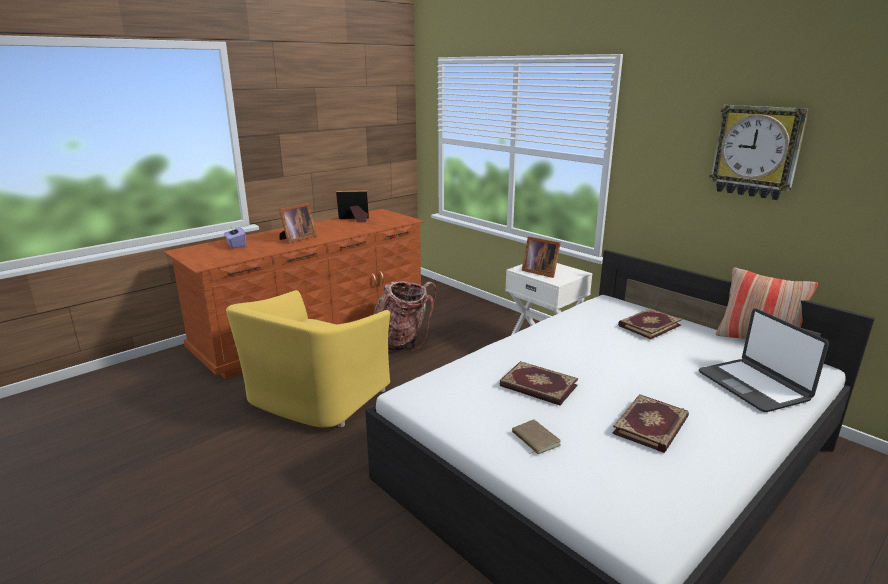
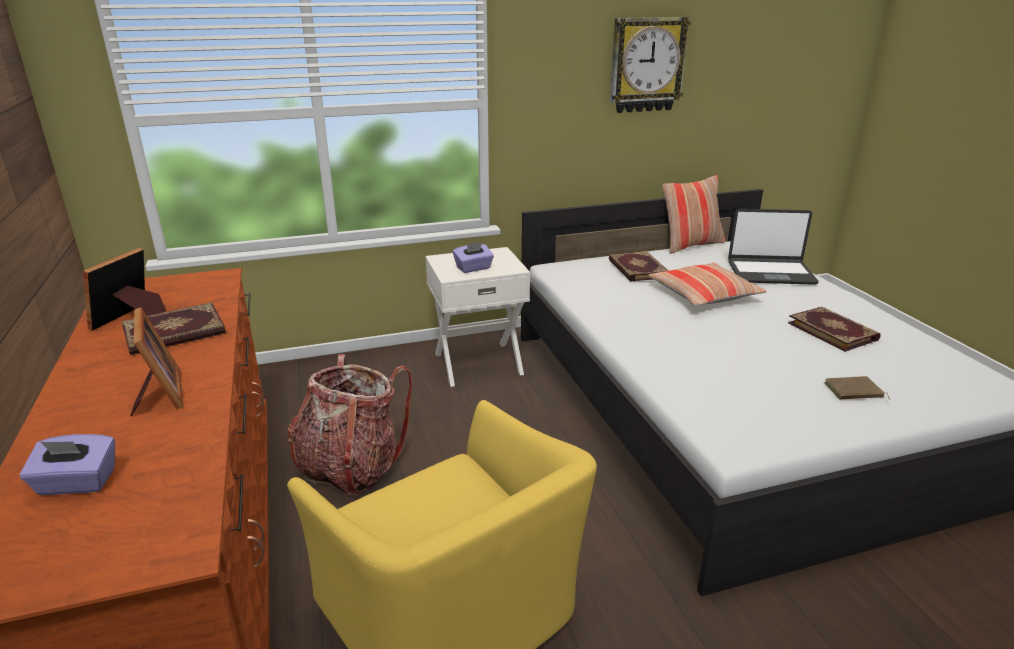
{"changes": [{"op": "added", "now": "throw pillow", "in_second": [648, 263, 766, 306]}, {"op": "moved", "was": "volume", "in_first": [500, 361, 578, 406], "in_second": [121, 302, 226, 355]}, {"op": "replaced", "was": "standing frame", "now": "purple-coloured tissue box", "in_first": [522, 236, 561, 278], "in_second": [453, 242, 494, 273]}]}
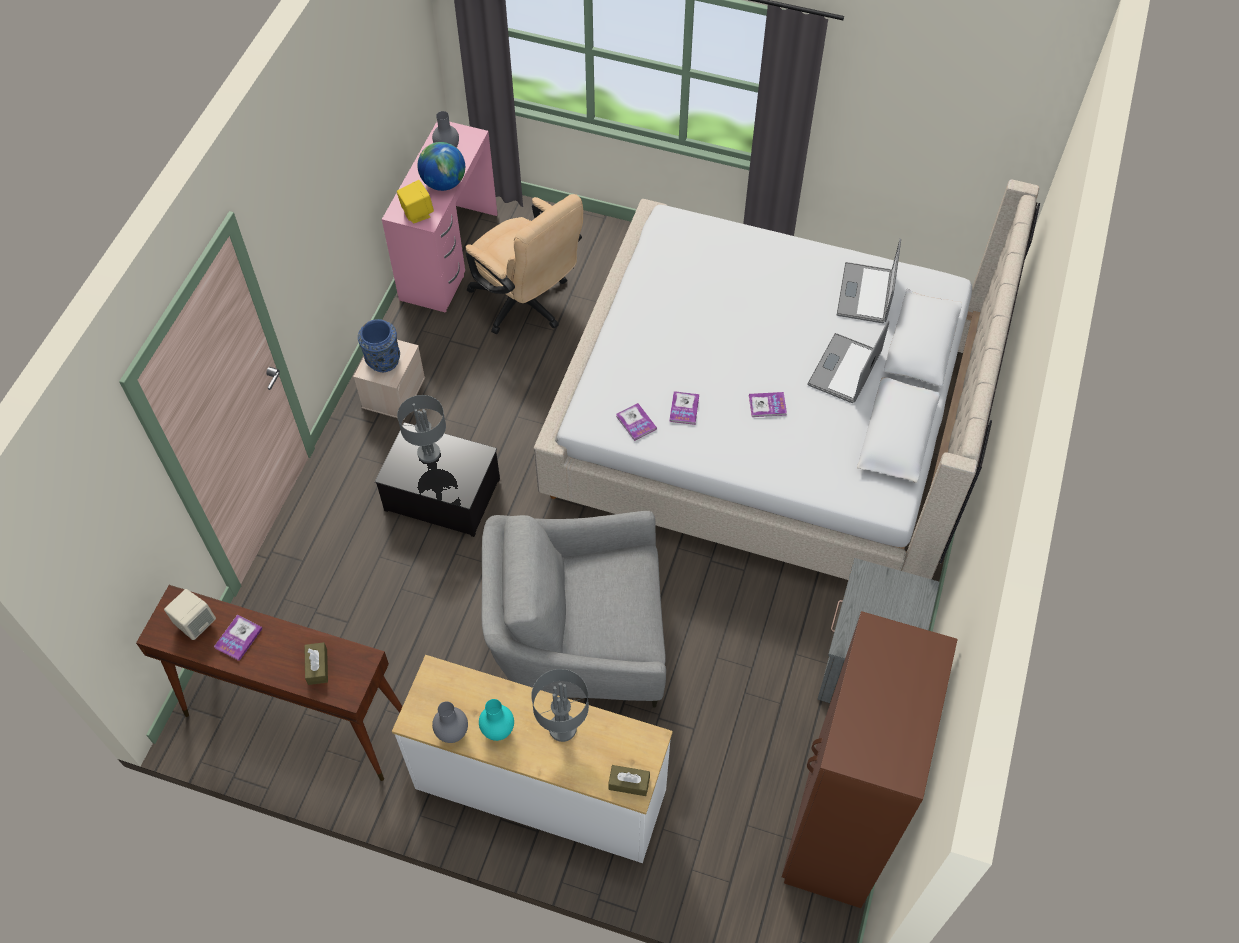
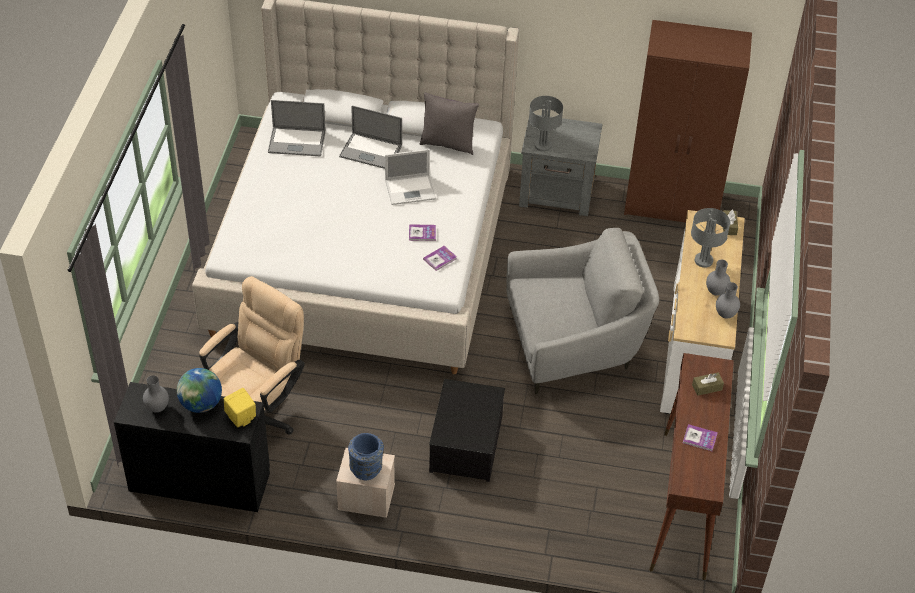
{"changes": [{"op": "removed", "was": "sand-coloured loudspeaker", "in_first": [164, 589, 216, 640]}, {"op": "added", "now": "grey throw pillow", "in_second": [420, 93, 479, 155]}, {"op": "moved", "was": "grey table lamp", "in_first": [397, 395, 446, 463], "in_second": [529, 96, 563, 152]}, {"op": "replaced", "was": "volume", "now": "notebook computer", "in_first": [749, 392, 787, 417], "in_second": [385, 149, 436, 205]}, {"op": "recoloured", "was": "pink-coloured desk table", "now": "blackish desk table", "in_first": [382, 122, 498, 313], "in_second": [114, 382, 270, 512]}, {"op": "recoloured", "was": "turquoise flower vase", "now": "grey flower vase", "in_first": [479, 699, 514, 741], "in_second": [706, 260, 730, 296]}, {"op": "turned", "was": "grey lounge chair", "in_first": [482, 511, 666, 707], "in_second": [506, 228, 659, 394], "clockwise": -90}]}
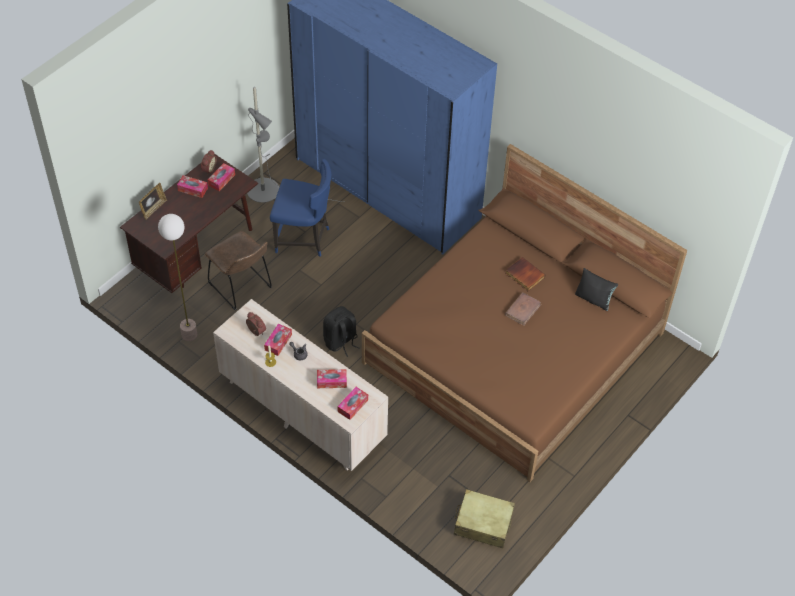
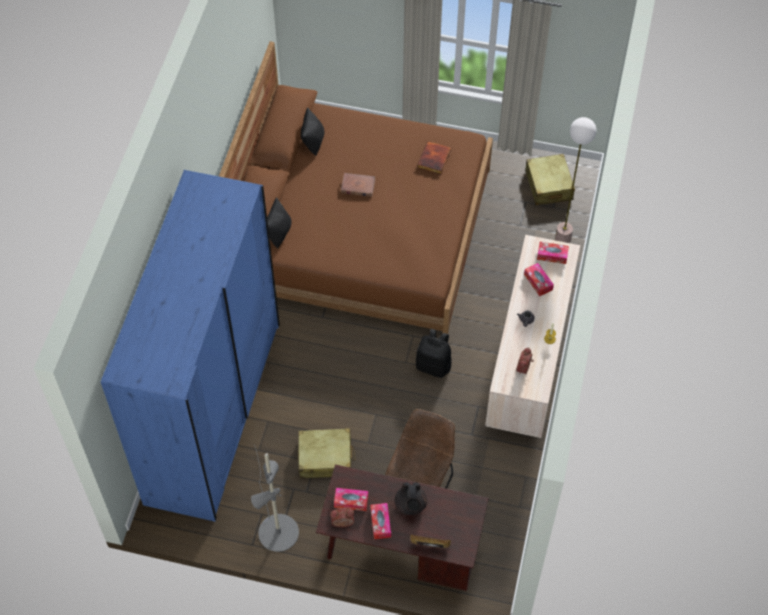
{"changes": [{"op": "removed", "was": "tissue box", "in_first": [264, 324, 292, 356]}, {"op": "added", "now": "blackish throw pillow", "in_second": [267, 197, 292, 249]}, {"op": "added", "now": "blackish pot for tea", "in_second": [395, 482, 427, 515]}, {"op": "moved", "was": "standing lamp", "in_first": [158, 214, 197, 341], "in_second": [555, 117, 596, 243]}, {"op": "moved", "was": "volume", "in_first": [505, 257, 545, 291], "in_second": [417, 141, 451, 174]}, {"op": "replaced", "was": "blue upright chair", "now": "sand-coloured travel case", "in_first": [270, 159, 331, 257], "in_second": [298, 428, 356, 479]}]}
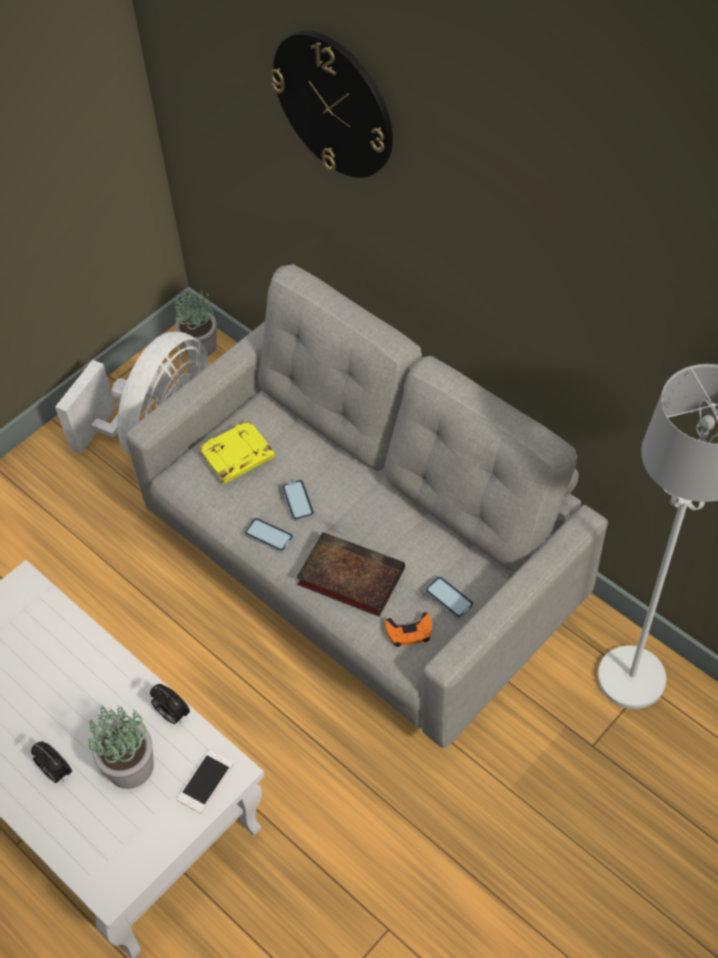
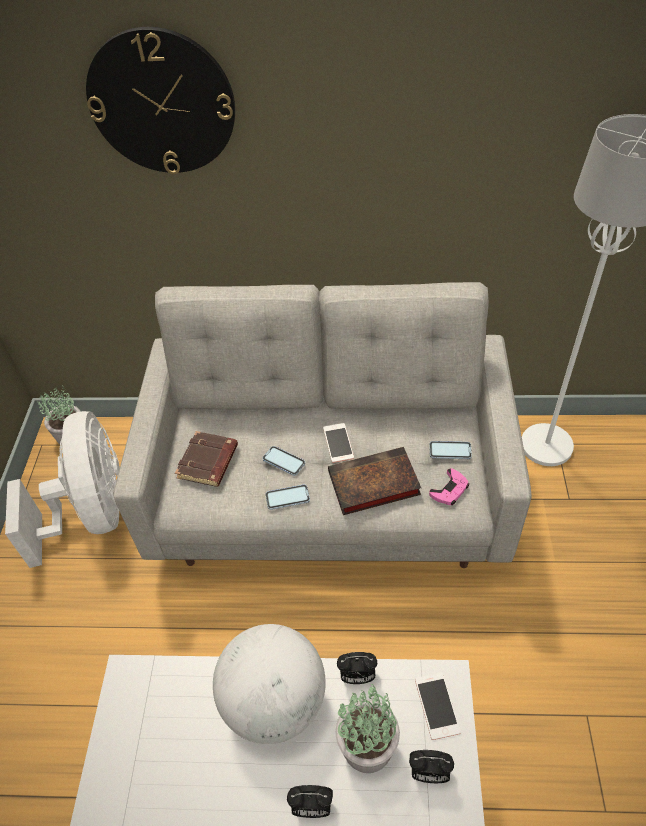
{"changes": [{"op": "added", "now": "desk globe", "in_second": [213, 624, 326, 744]}, {"op": "added", "now": "handset", "in_second": [323, 423, 354, 463]}, {"op": "added", "now": "alarm clock", "in_second": [409, 750, 454, 783]}, {"op": "recoloured", "was": "yellowish volume", "now": "brownish volume", "in_first": [198, 420, 275, 484], "in_second": [175, 431, 238, 487]}, {"op": "recoloured", "was": "orange game controller", "now": "pink-coloured game controller", "in_first": [385, 612, 432, 647], "in_second": [429, 468, 469, 505]}]}
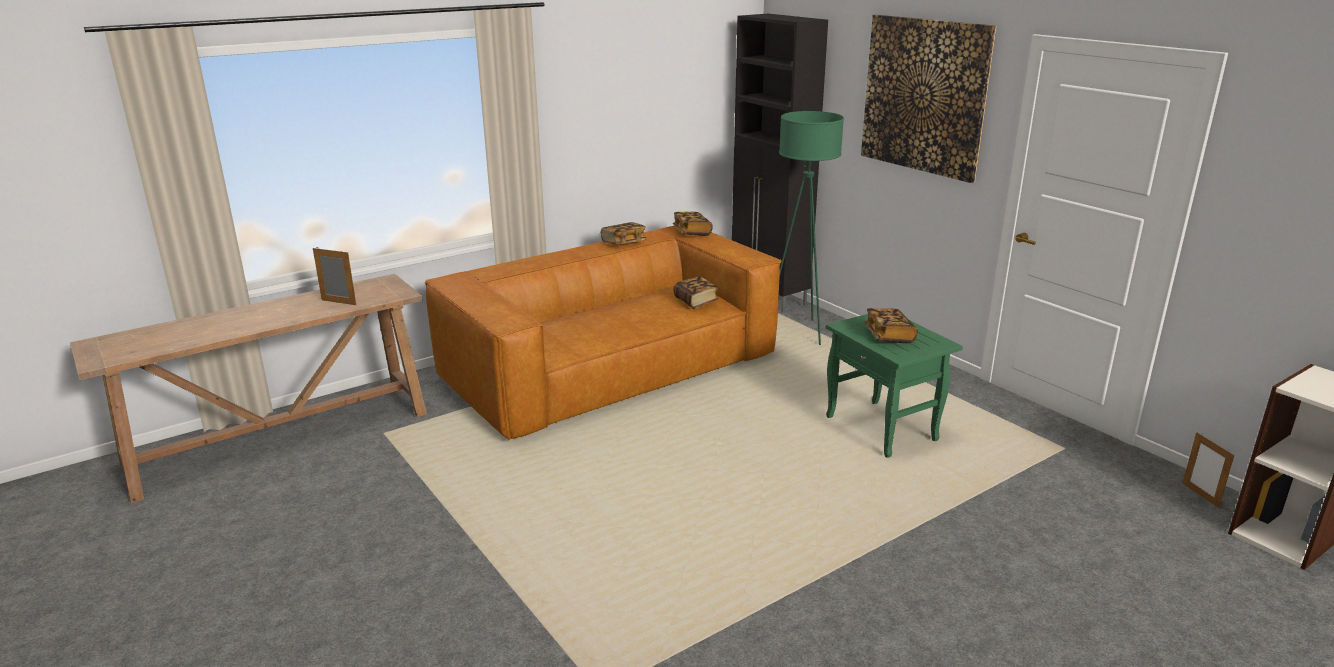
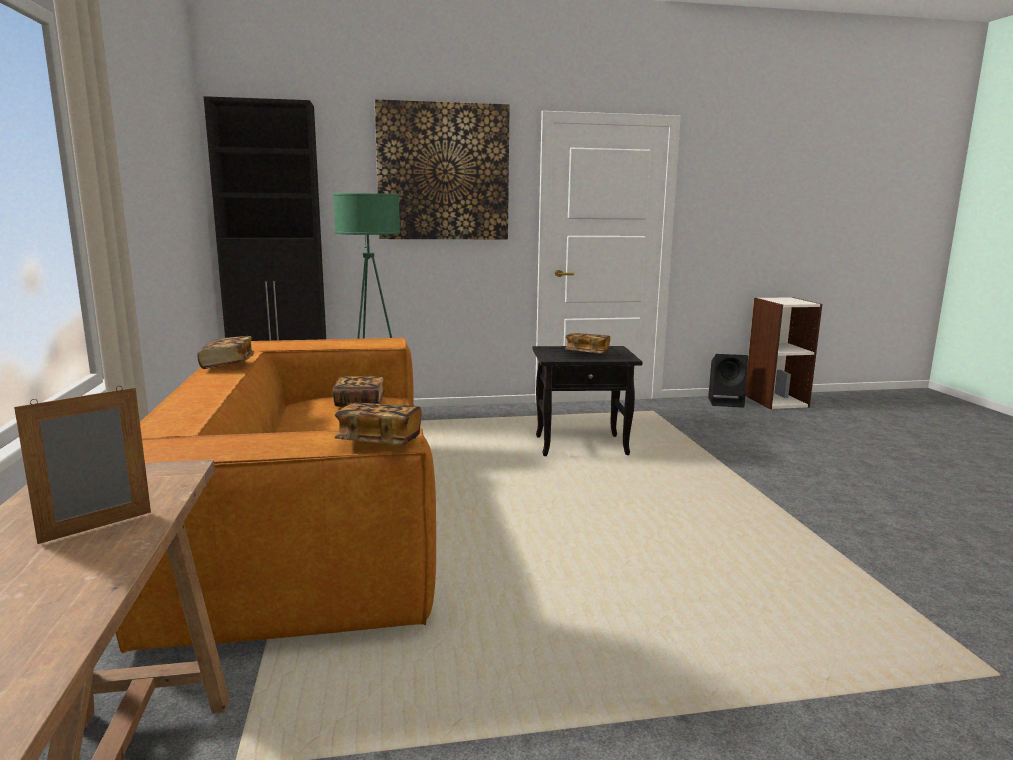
{"changes": [{"op": "moved", "was": "volume", "in_first": [673, 212, 713, 236], "in_second": [334, 403, 422, 445]}, {"op": "replaced", "was": "standing frame", "now": "blackish loudspeaker", "in_first": [1183, 432, 1235, 508], "in_second": [708, 354, 748, 407]}, {"op": "recoloured", "was": "green accent table", "now": "blackish accent table", "in_first": [826, 314, 963, 458], "in_second": [533, 346, 642, 456]}]}
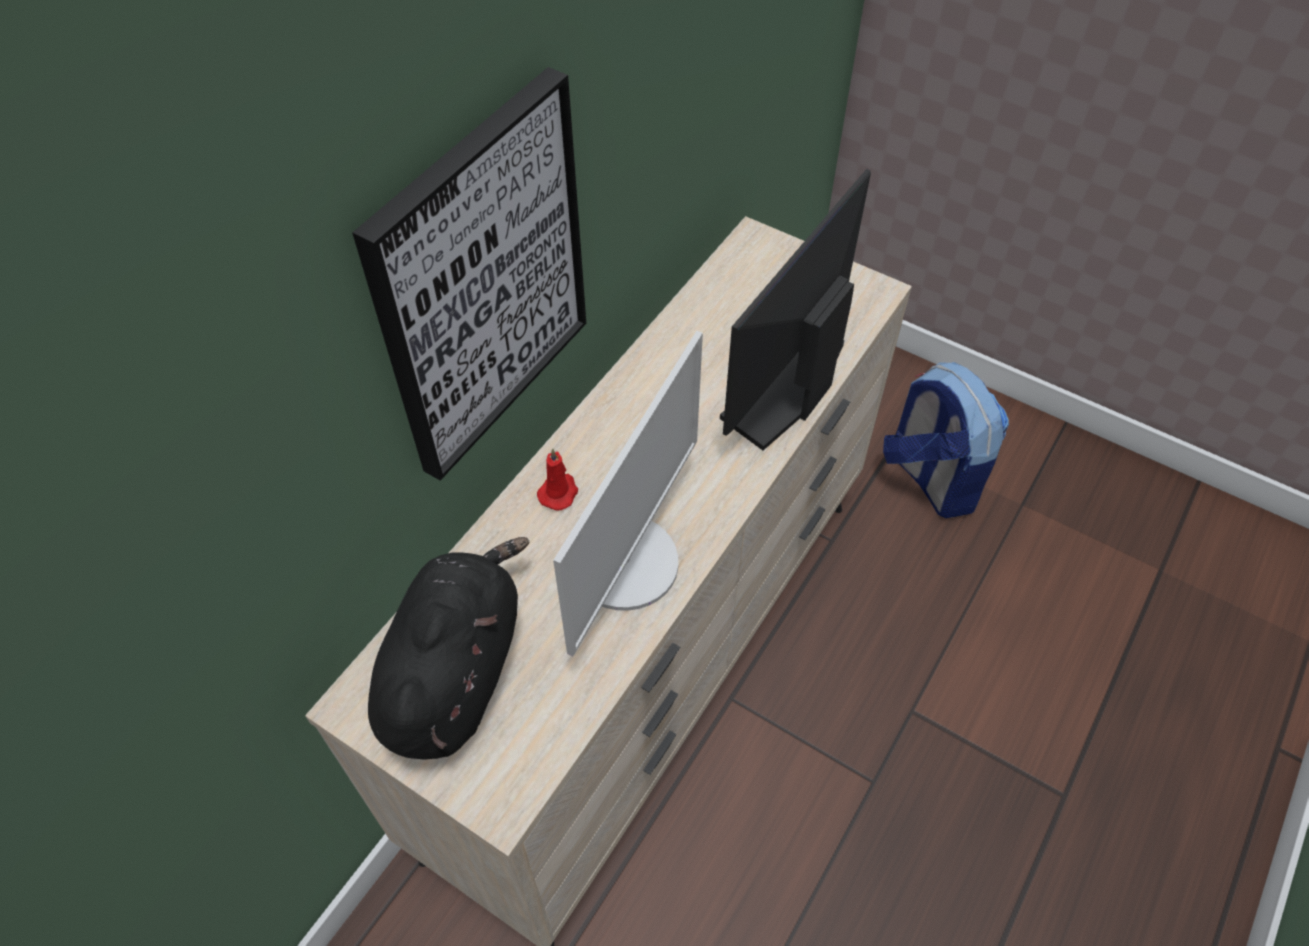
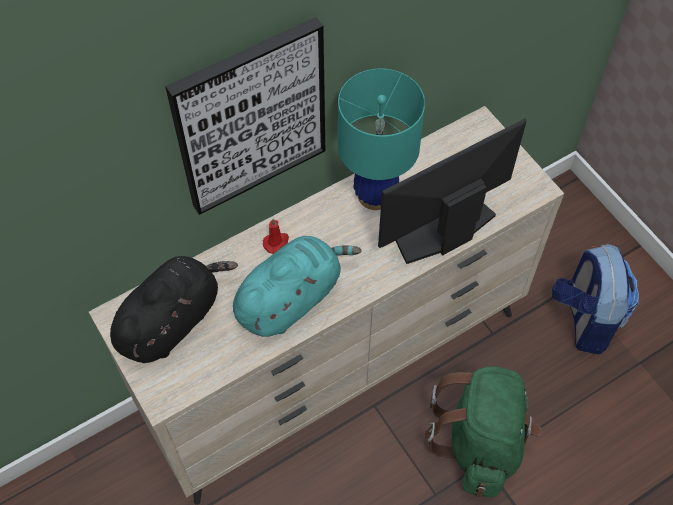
{"changes": [{"op": "added", "now": "turquoise table lamp", "in_second": [338, 69, 425, 210]}, {"op": "added", "now": "green rucksack", "in_second": [424, 366, 542, 497]}, {"op": "replaced", "was": "computer display", "now": "turquoise soft toy", "in_first": [553, 331, 703, 656], "in_second": [233, 236, 362, 337]}]}
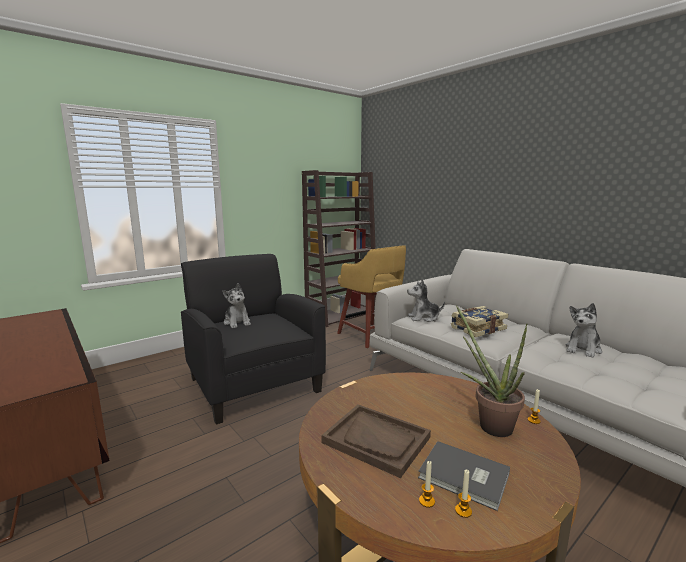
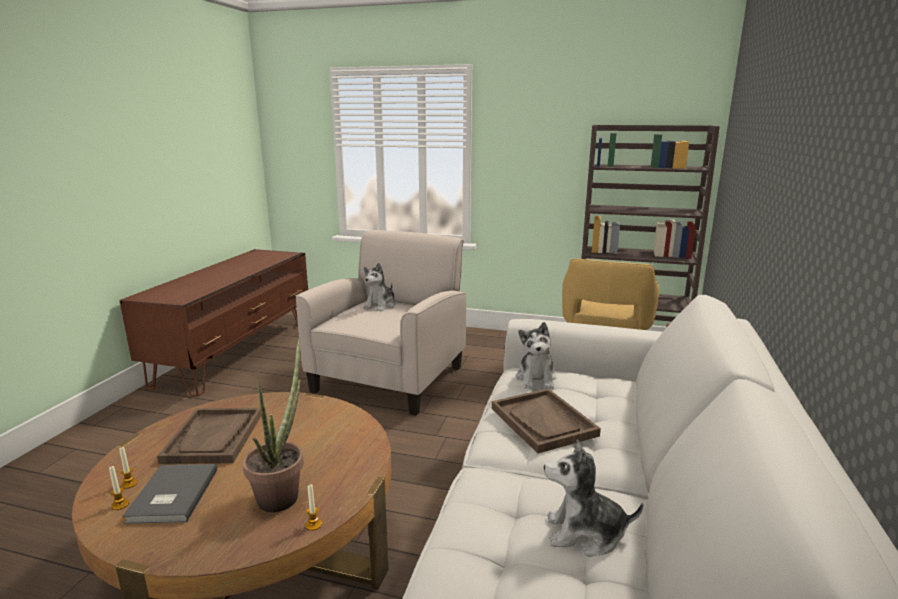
{"changes": [{"op": "replaced", "was": "volume", "now": "brownish tray", "in_first": [451, 306, 508, 337], "in_second": [492, 388, 601, 454]}, {"op": "recoloured", "was": "blackish lounge chair", "now": "sand-coloured lounge chair", "in_first": [181, 254, 326, 425], "in_second": [296, 230, 466, 416]}, {"op": "turned", "was": "soft toy", "in_first": [407, 280, 445, 322], "in_second": [516, 322, 557, 390], "clockwise": -135}]}
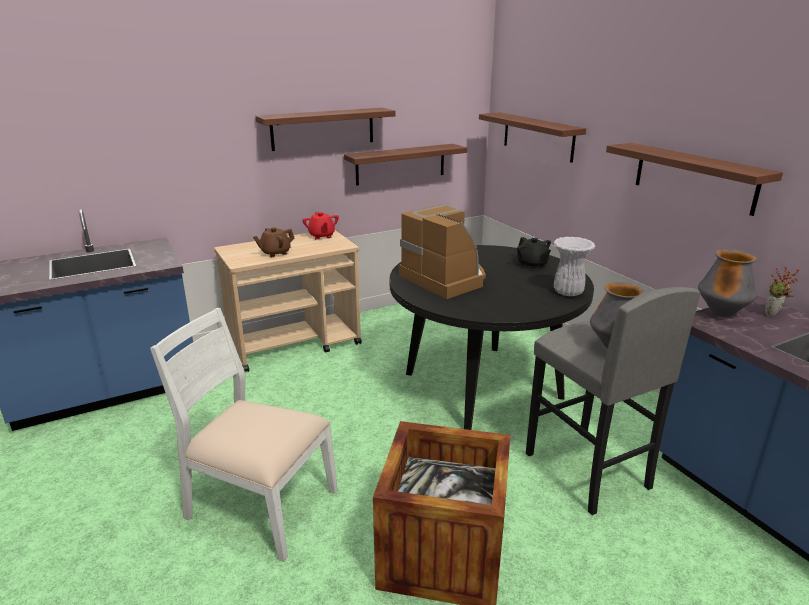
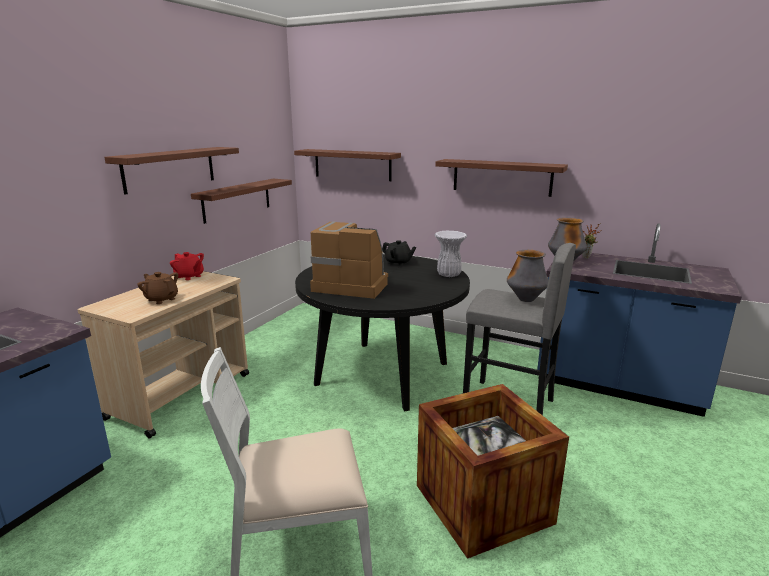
{"changes": [{"op": "turned", "was": "brownish pot for tea", "in_first": [253, 227, 295, 257], "in_second": [137, 272, 178, 304], "clockwise": 105}]}
